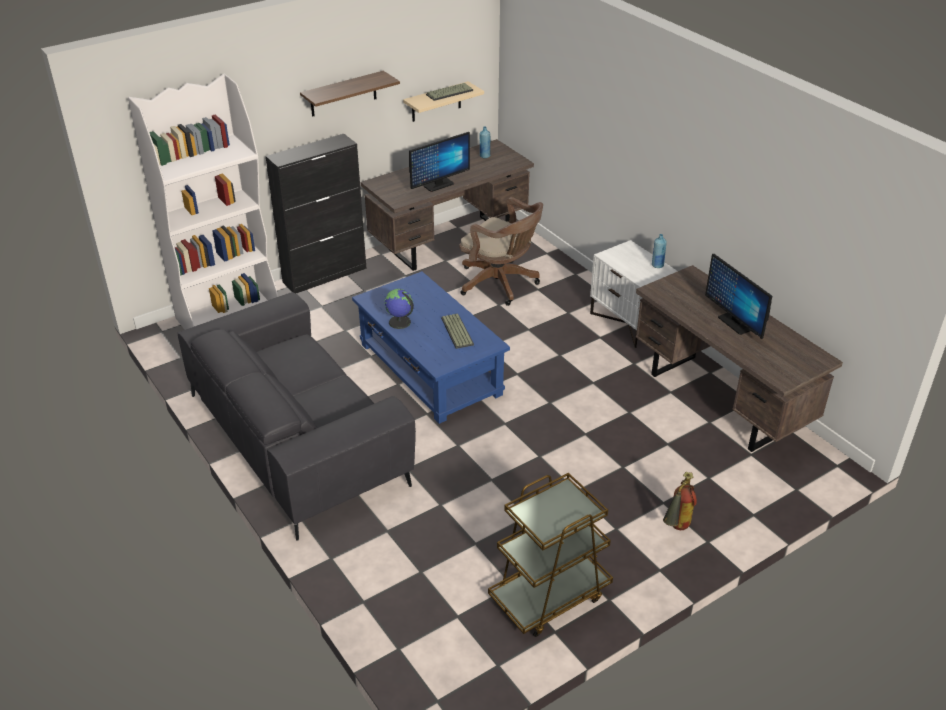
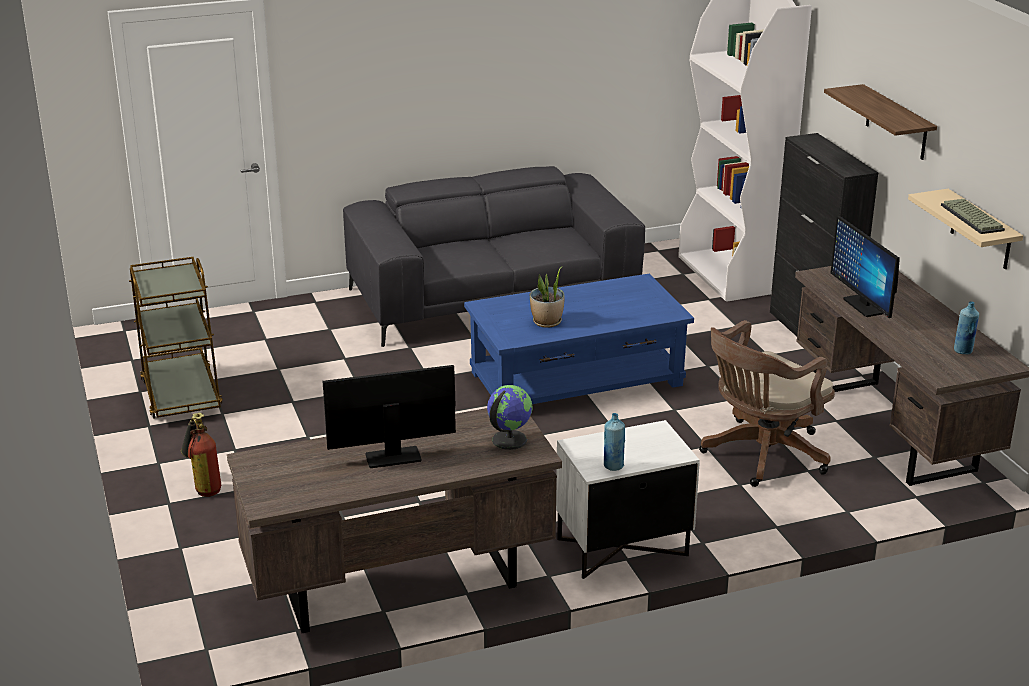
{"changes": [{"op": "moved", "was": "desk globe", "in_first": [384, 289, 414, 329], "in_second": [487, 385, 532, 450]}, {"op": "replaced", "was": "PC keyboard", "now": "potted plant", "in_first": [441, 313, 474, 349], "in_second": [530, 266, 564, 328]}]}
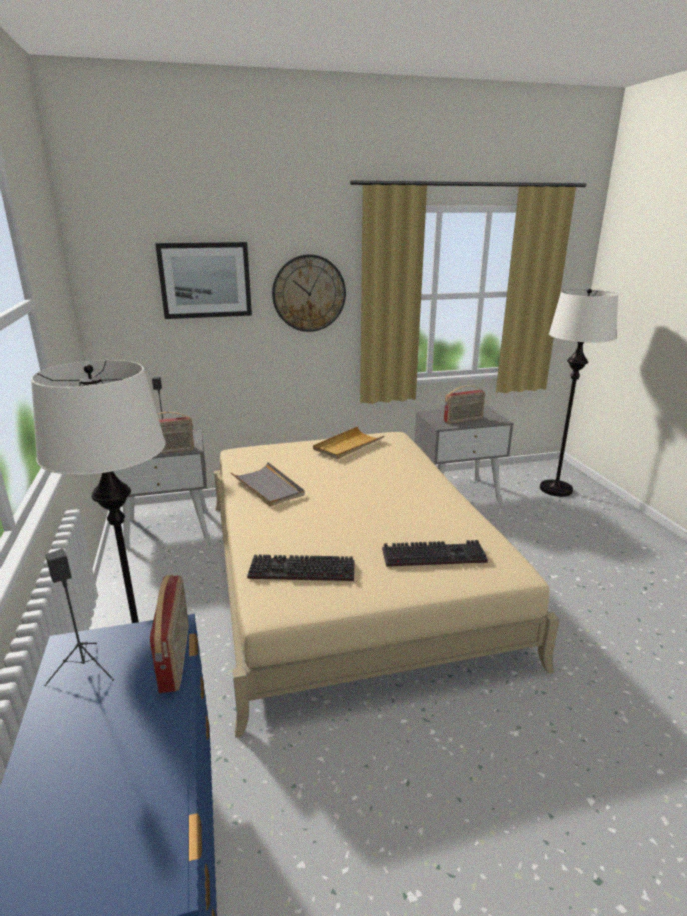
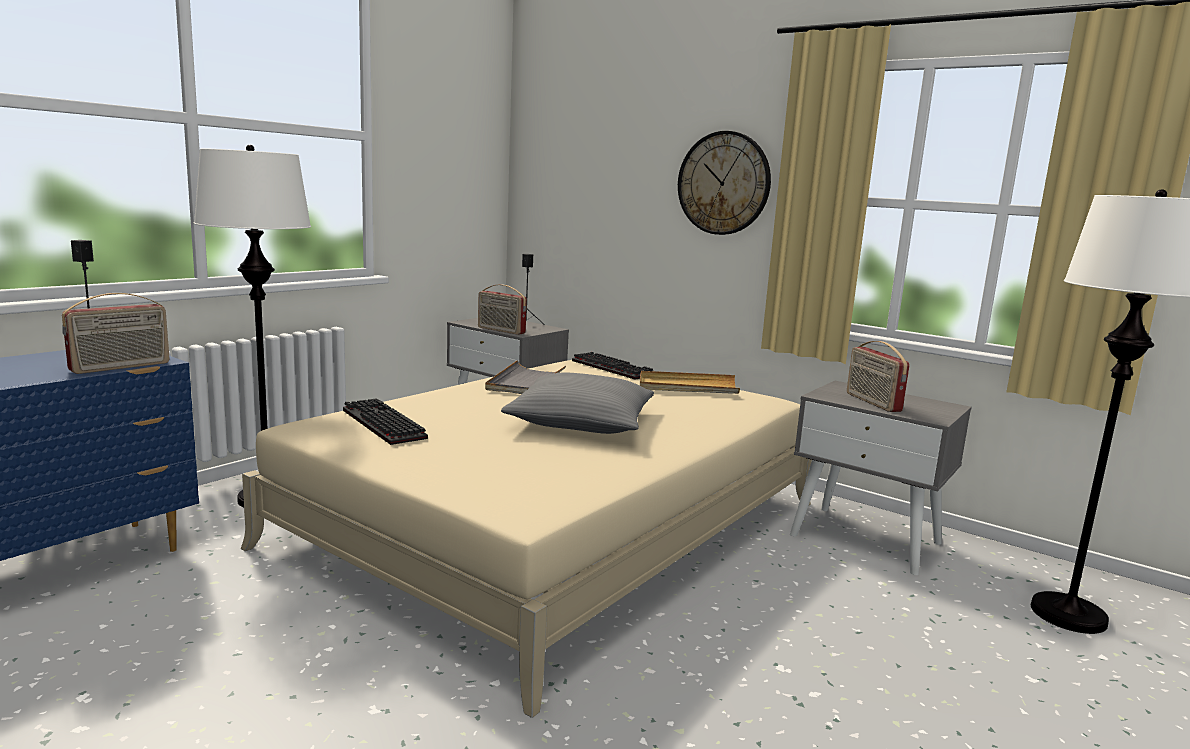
{"changes": [{"op": "removed", "was": "wall picture", "in_first": [155, 242, 252, 319]}, {"op": "added", "now": "grey throw pillow", "in_second": [501, 373, 654, 434]}, {"op": "moved", "was": "PC keyboard", "in_first": [382, 540, 488, 567], "in_second": [572, 352, 653, 380]}, {"op": "turned", "was": "radio set", "in_first": [444, 385, 485, 424], "in_second": [847, 341, 910, 412], "clockwise": 45}]}
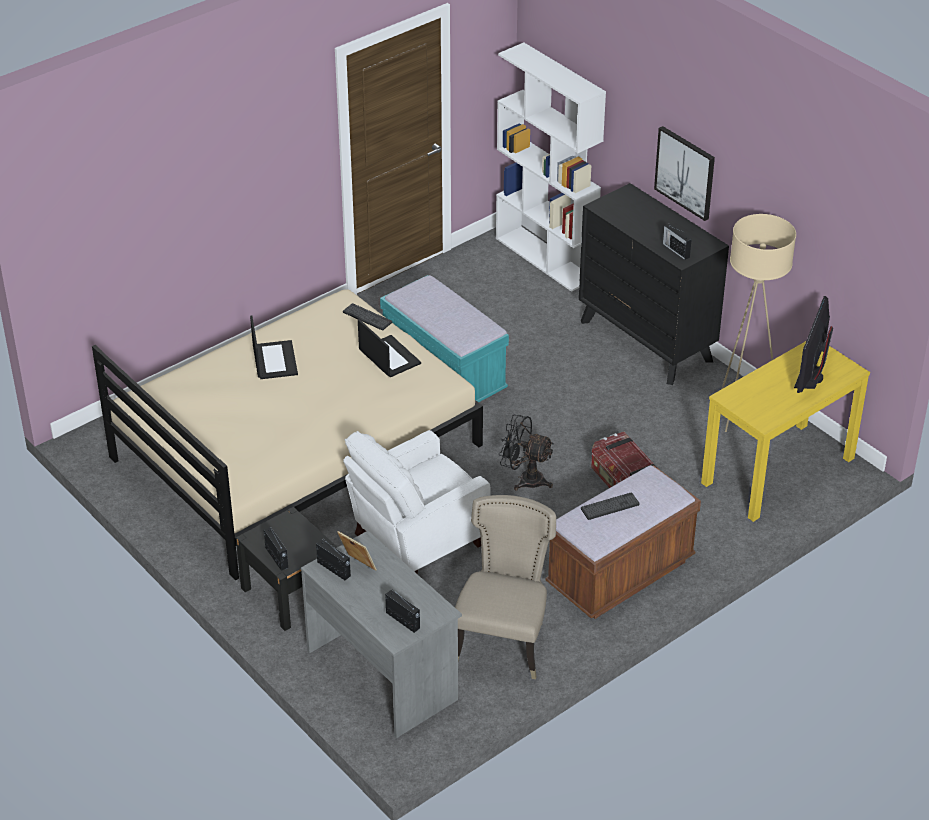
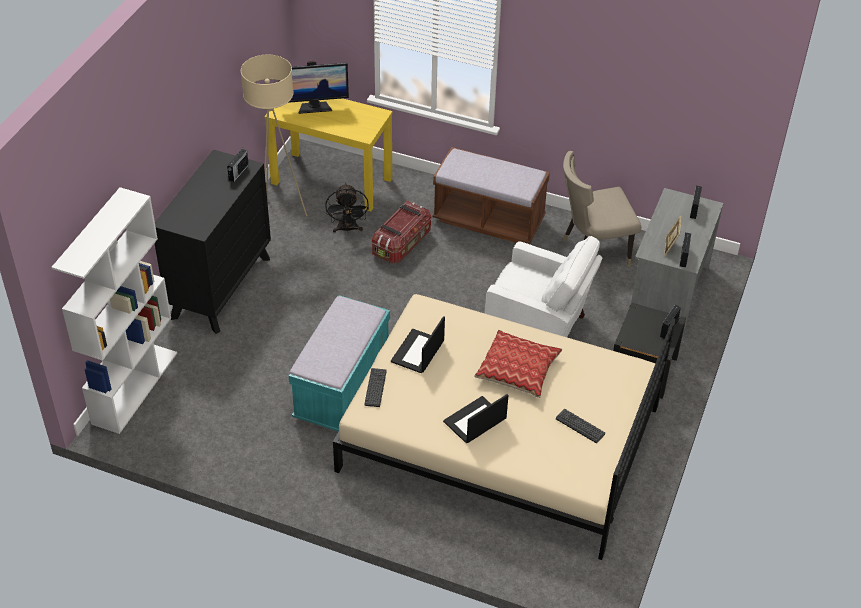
{"changes": [{"op": "removed", "was": "wall picture", "in_first": [654, 126, 715, 221]}, {"op": "added", "now": "throw pillow", "in_second": [474, 330, 562, 398]}, {"op": "moved", "was": "blackish cooling fan", "in_first": [499, 415, 554, 491], "in_second": [325, 183, 369, 233]}, {"op": "moved", "was": "PC keyboard", "in_first": [581, 492, 640, 520], "in_second": [556, 409, 605, 443]}]}
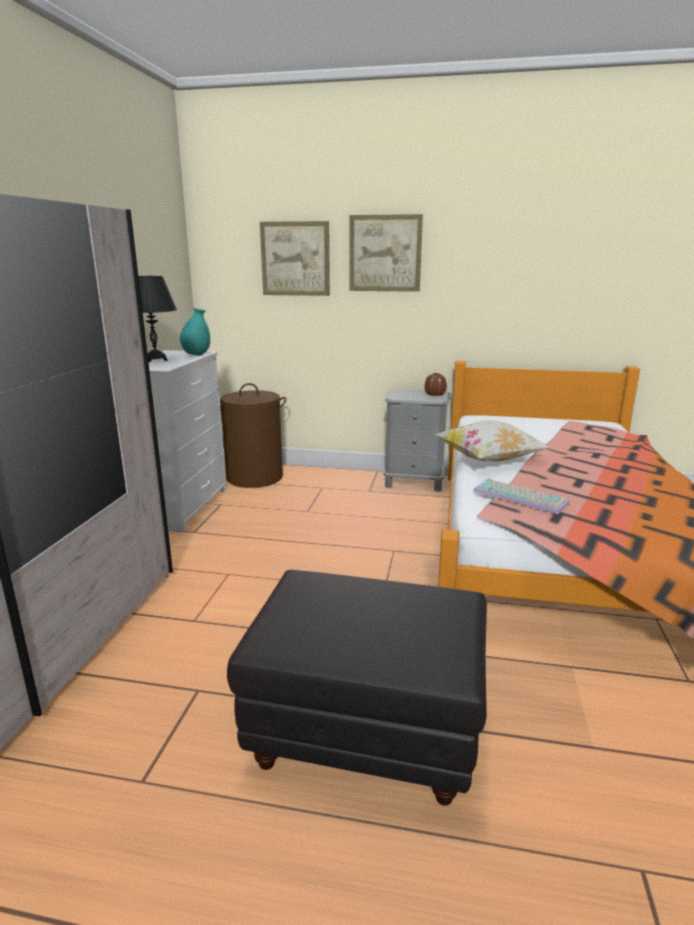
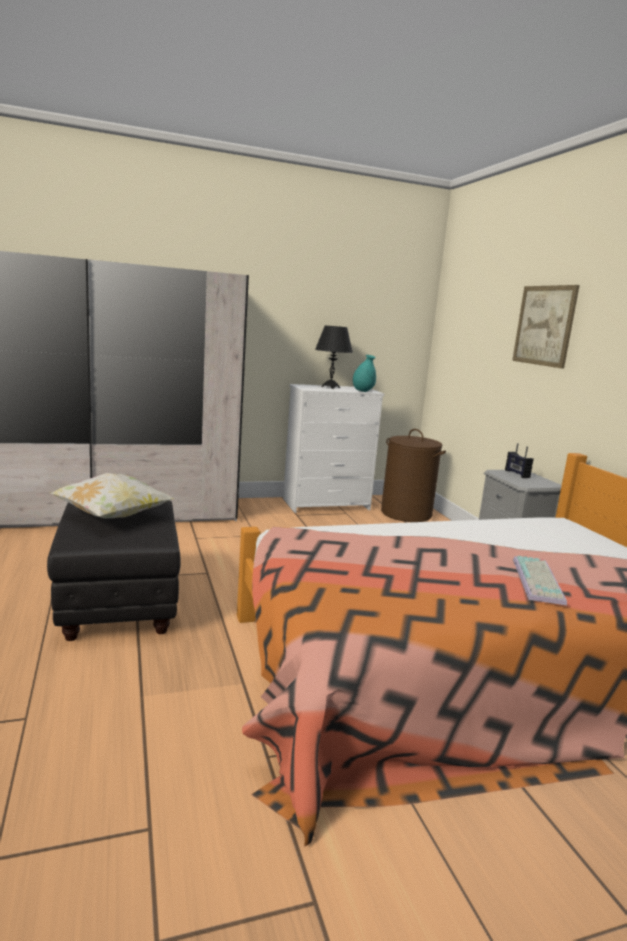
{"changes": [{"op": "removed", "was": "wall picture", "in_first": [260, 221, 330, 296]}, {"op": "removed", "was": "brownish flower vase", "in_first": [424, 373, 447, 396]}, {"op": "added", "now": "radio set", "in_second": [505, 443, 534, 478]}, {"op": "moved", "was": "throw pillow", "in_first": [435, 420, 551, 462], "in_second": [50, 473, 175, 519]}, {"op": "moved", "was": "PC keyboard", "in_first": [473, 479, 570, 514], "in_second": [513, 556, 567, 605]}]}
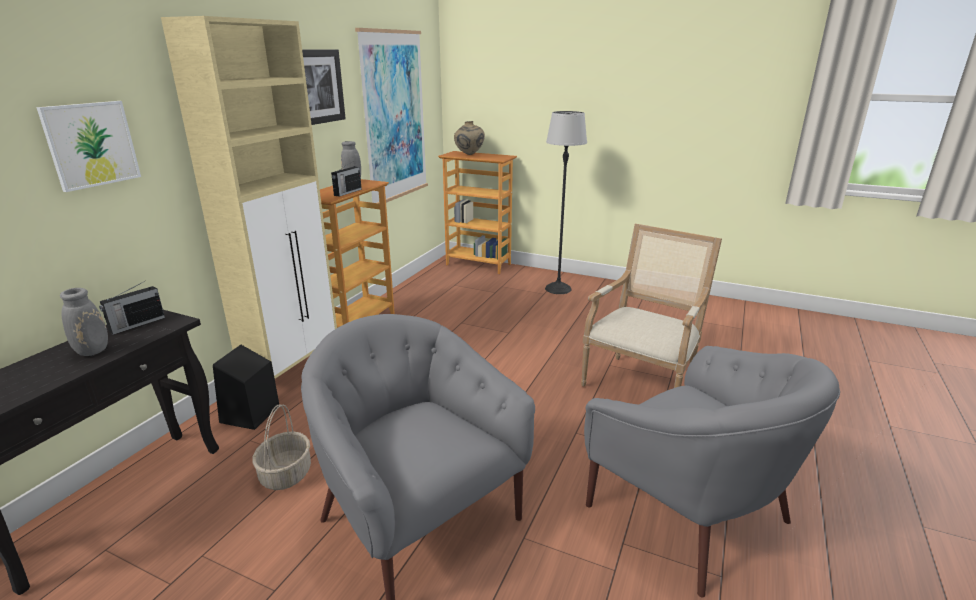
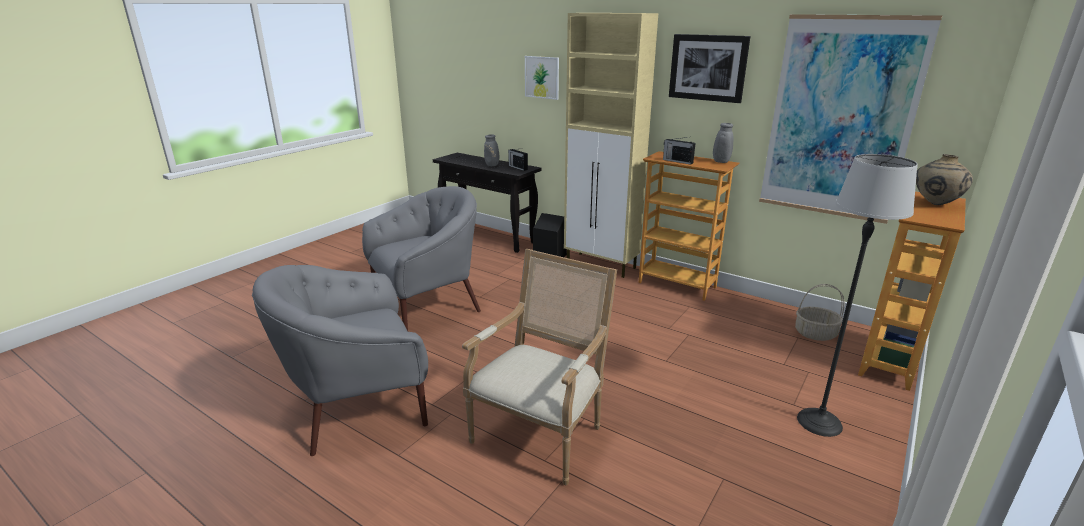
{"changes": [{"op": "moved", "was": "basket", "in_first": [252, 404, 311, 490], "in_second": [795, 284, 844, 341]}, {"op": "turned", "was": "lounge chair", "in_first": [581, 224, 722, 388], "in_second": [462, 249, 617, 485], "clockwise": -105}]}
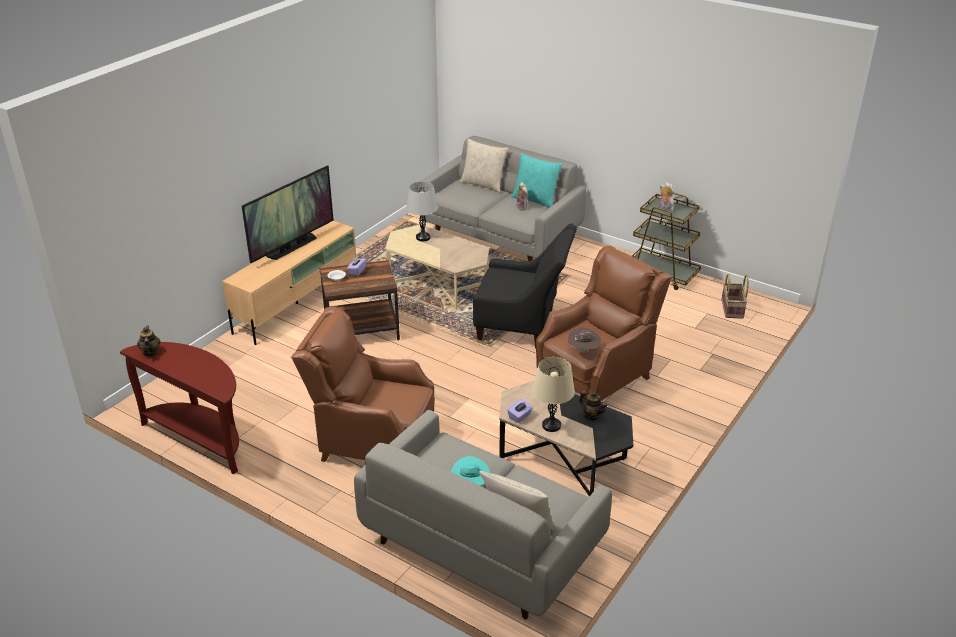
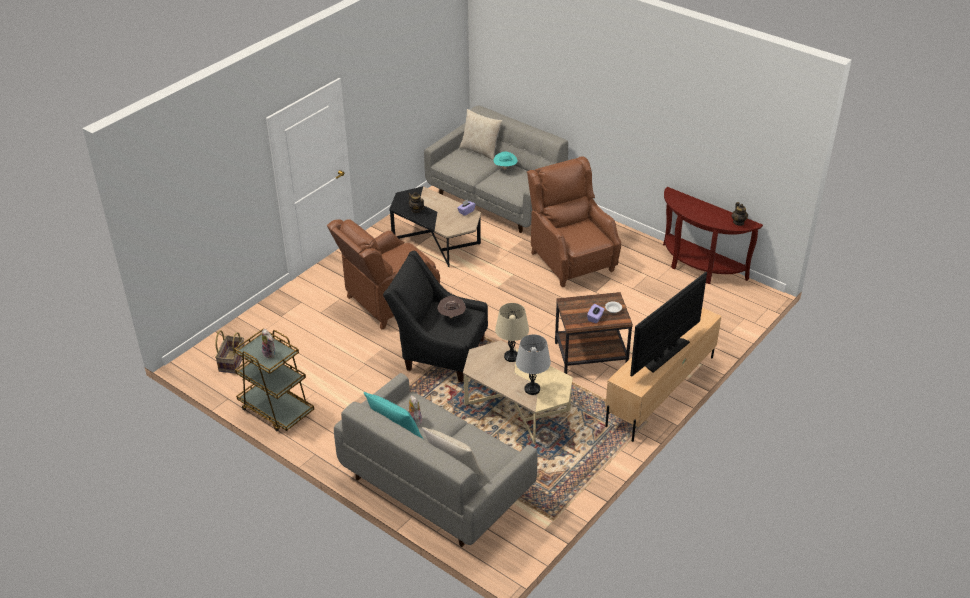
{"changes": [{"op": "moved", "was": "sand-coloured table lamp", "in_first": [532, 357, 575, 432], "in_second": [495, 303, 529, 362]}, {"op": "moved", "was": "brownish clothing hat", "in_first": [568, 327, 601, 353], "in_second": [437, 296, 466, 318]}, {"op": "turned", "was": "brownish lounge chair", "in_first": [291, 306, 435, 462], "in_second": [527, 156, 621, 287], "clockwise": -135}]}
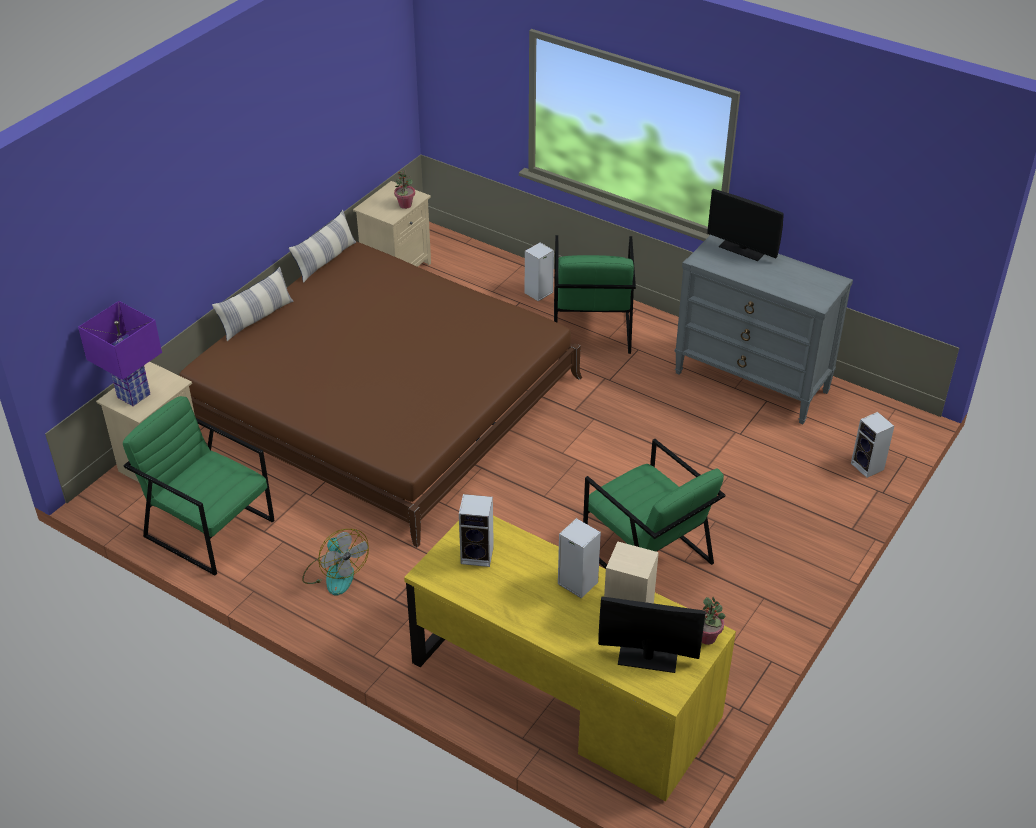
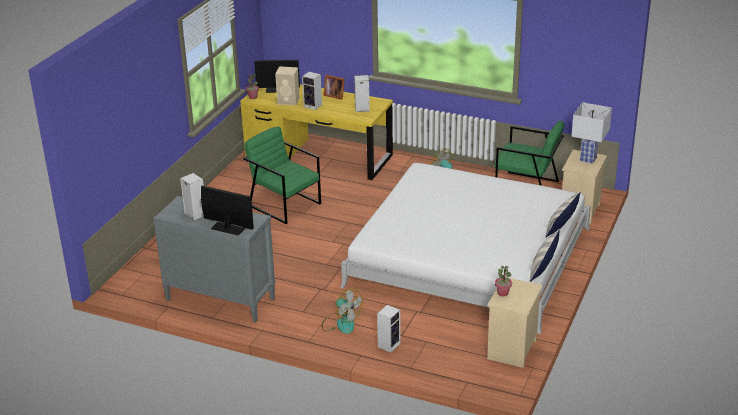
{"changes": [{"op": "added", "now": "standing frame", "in_second": [323, 75, 345, 100]}, {"op": "moved", "was": "loudspeaker", "in_first": [851, 412, 894, 478], "in_second": [180, 173, 204, 220]}, {"op": "replaced", "was": "green lounge chair", "now": "cooling fan", "in_first": [554, 235, 636, 354], "in_second": [322, 288, 363, 334]}, {"op": "recoloured", "was": "purple-coloured table lamp", "now": "whitish table lamp", "in_first": [78, 301, 162, 406], "in_second": [571, 102, 612, 164]}, {"op": "recoloured", "was": "brownish sleeping bed", "now": "whitish sleeping bed", "in_first": [179, 241, 582, 548], "in_second": [340, 163, 591, 334]}]}
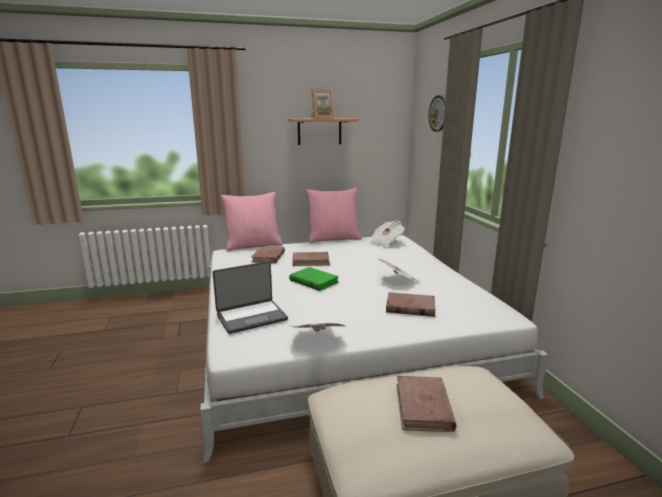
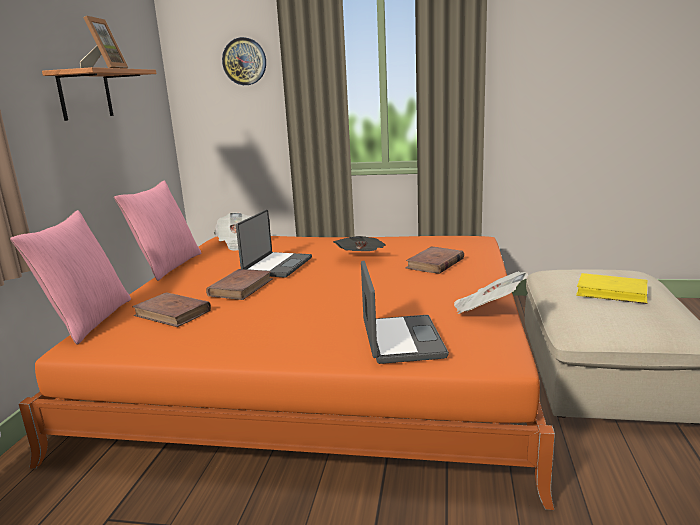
{"changes": [{"op": "removed", "was": "green volume", "in_first": [289, 267, 339, 291]}, {"op": "added", "now": "notebook computer", "in_second": [236, 210, 312, 278]}, {"op": "recoloured", "was": "whitish sleeping bed", "now": "orange sleeping bed", "in_first": [200, 235, 548, 463], "in_second": [18, 236, 555, 510]}, {"op": "recoloured", "was": "brownish volume", "now": "yellowish volume", "in_first": [397, 376, 457, 432], "in_second": [576, 273, 647, 304]}]}
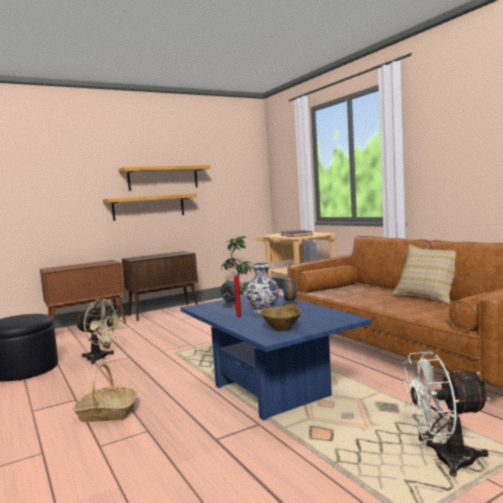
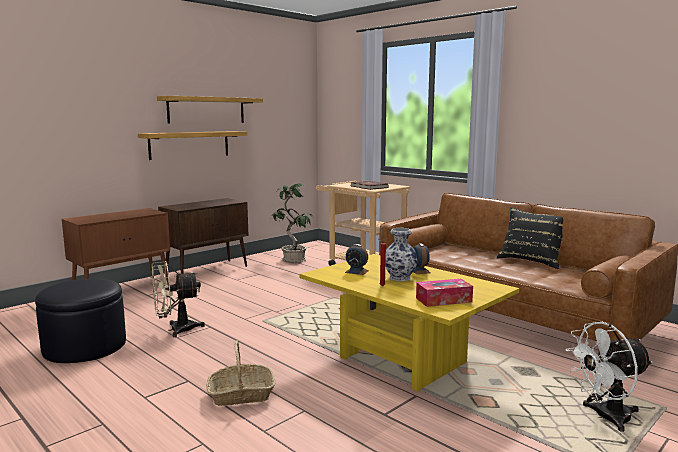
{"changes": [{"op": "replaced", "was": "brownish bowl", "now": "tissue box", "in_first": [260, 306, 301, 331], "in_second": [416, 279, 473, 307]}, {"op": "recoloured", "was": "blue coffee table", "now": "yellowish coffee table", "in_first": [181, 295, 372, 421], "in_second": [300, 254, 519, 392]}, {"op": "recoloured", "was": "sand-coloured throw pillow", "now": "blackish throw pillow", "in_first": [392, 245, 456, 305], "in_second": [497, 207, 563, 269]}, {"op": "turned", "was": "sand-coloured cooling fan", "in_first": [74, 299, 123, 364], "in_second": [152, 261, 205, 337], "clockwise": 150}]}
